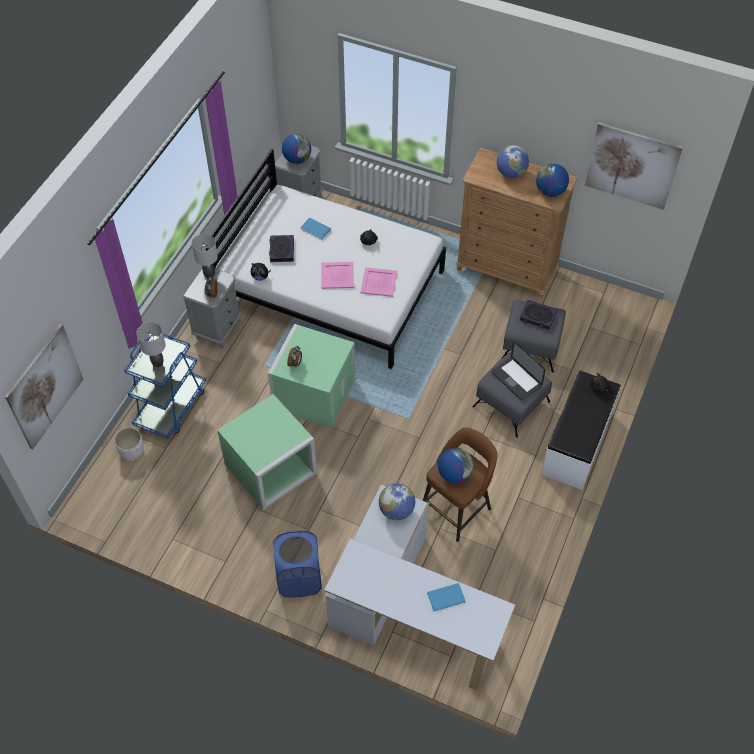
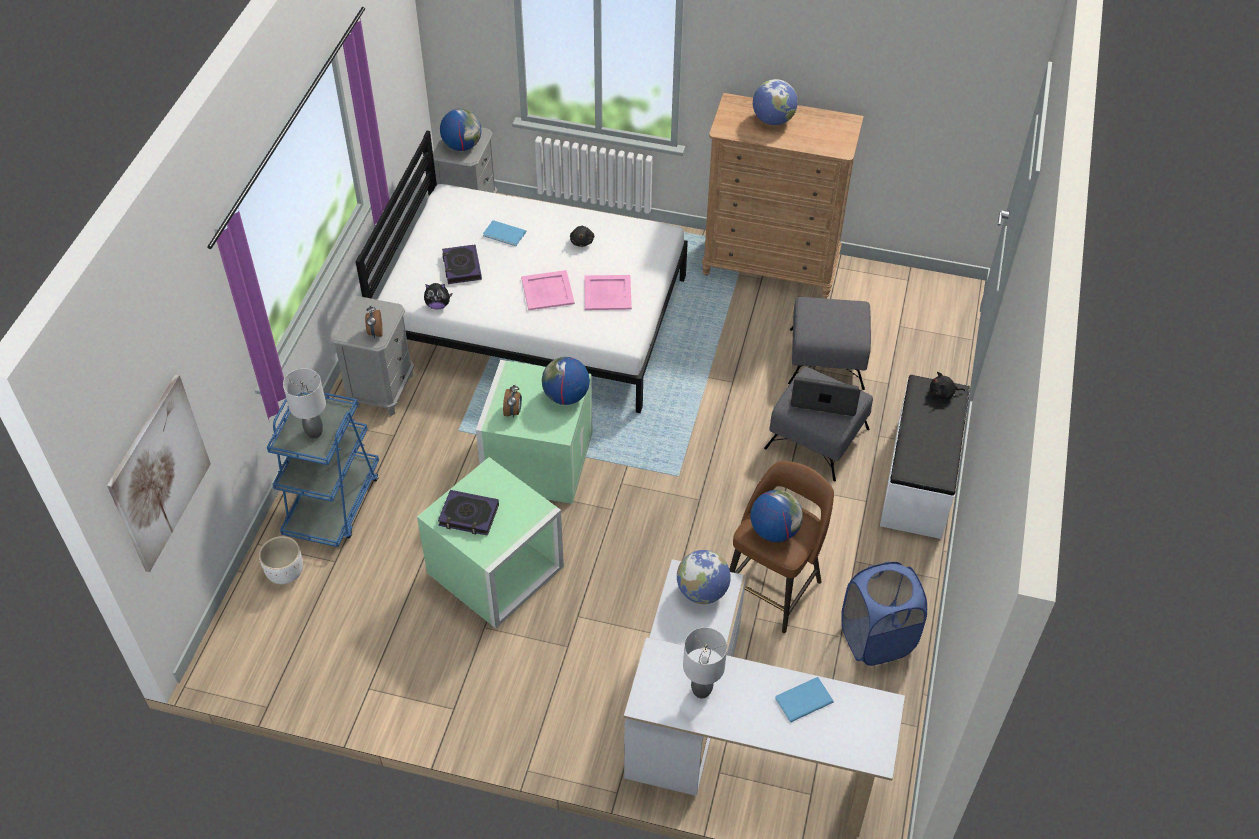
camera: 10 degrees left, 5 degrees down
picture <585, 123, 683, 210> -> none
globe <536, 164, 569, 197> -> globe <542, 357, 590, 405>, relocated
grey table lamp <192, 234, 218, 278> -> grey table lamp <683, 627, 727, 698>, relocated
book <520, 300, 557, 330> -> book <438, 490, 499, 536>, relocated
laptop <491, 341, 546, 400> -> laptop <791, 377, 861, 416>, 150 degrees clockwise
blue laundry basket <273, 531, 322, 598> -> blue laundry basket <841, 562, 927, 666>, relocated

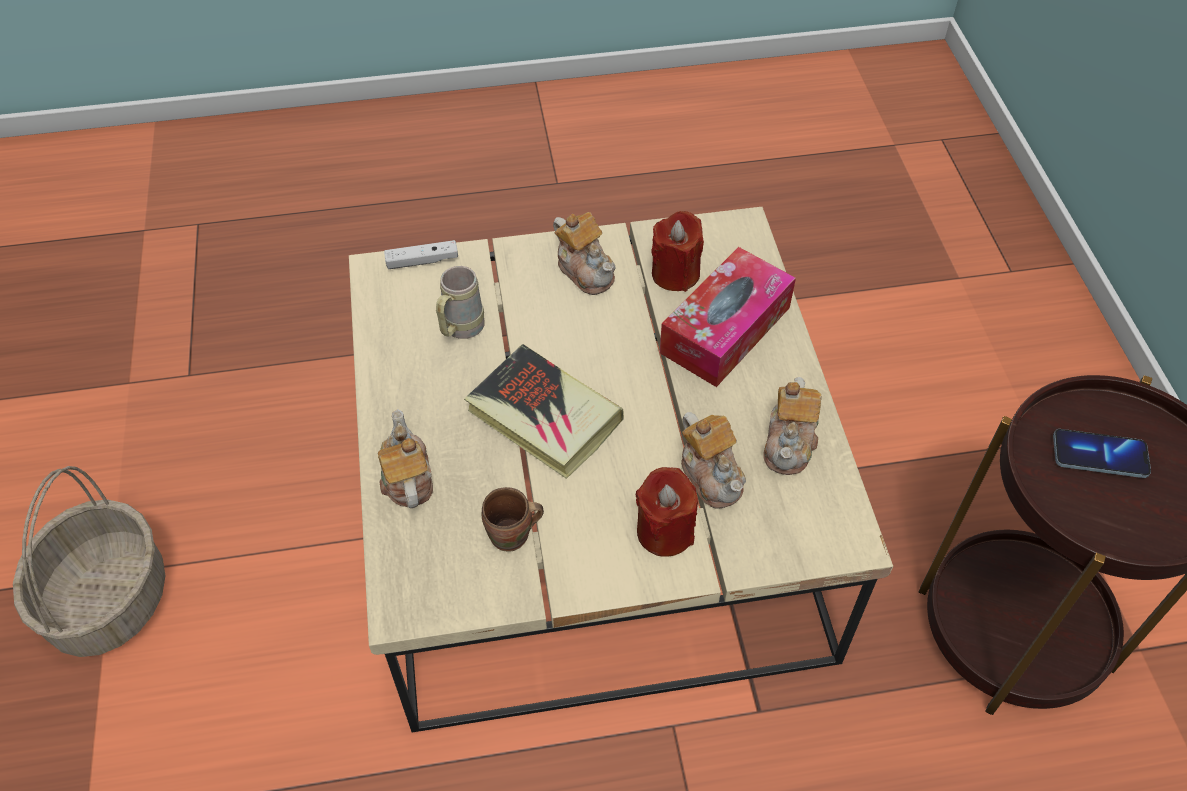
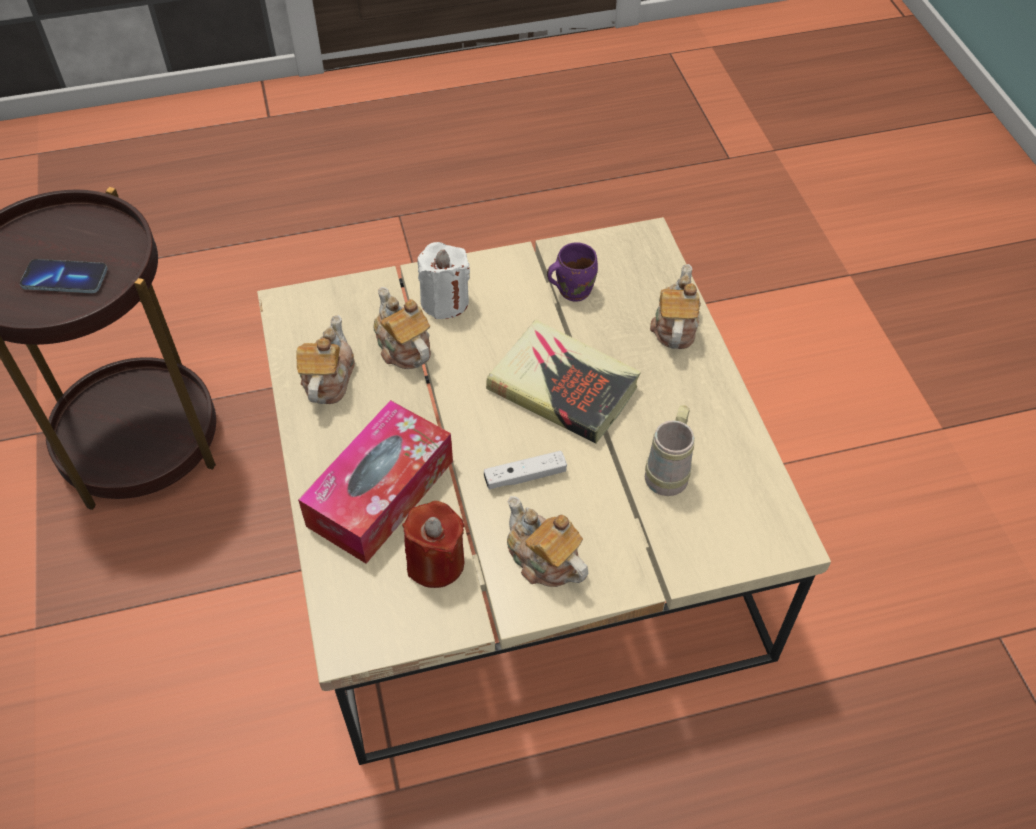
camera: 175 degrees right, 0 degrees up
white game controller <384, 240, 458, 269> -> white game controller <484, 451, 567, 490>, relocated
teapot <378, 409, 433, 508> -> teapot <650, 264, 701, 349>, 150 degrees counterclockwise
basket <13, 466, 165, 657> -> none
red candle <636, 467, 698, 557> -> white candle <417, 242, 470, 319>
brown mug <482, 487, 544, 552> -> purple mug <547, 243, 598, 302>

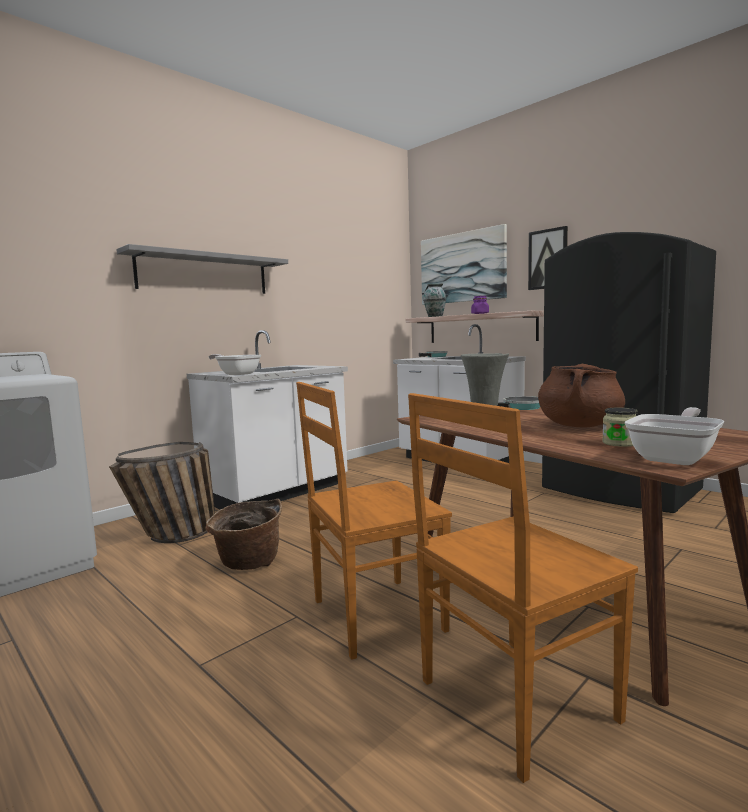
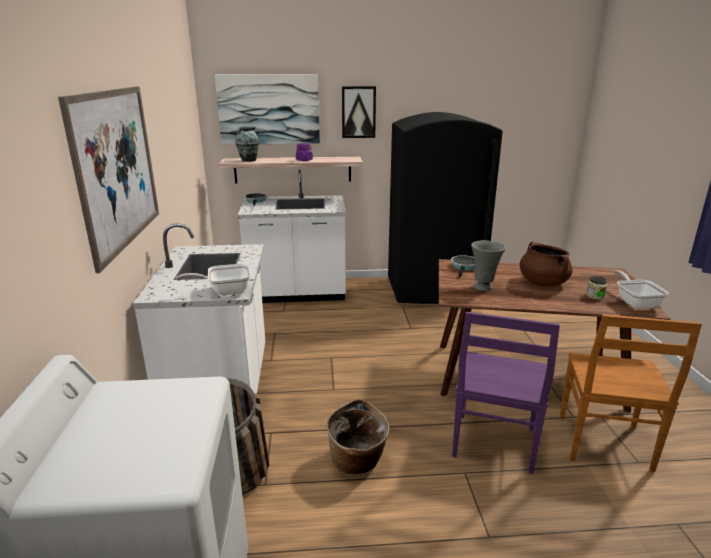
camera: 50 degrees left, 15 degrees up
grey shelf <116, 244, 288, 294> -> picture <58, 86, 159, 273>
brown chair <296, 382, 452, 660> -> purple chair <452, 312, 560, 474>

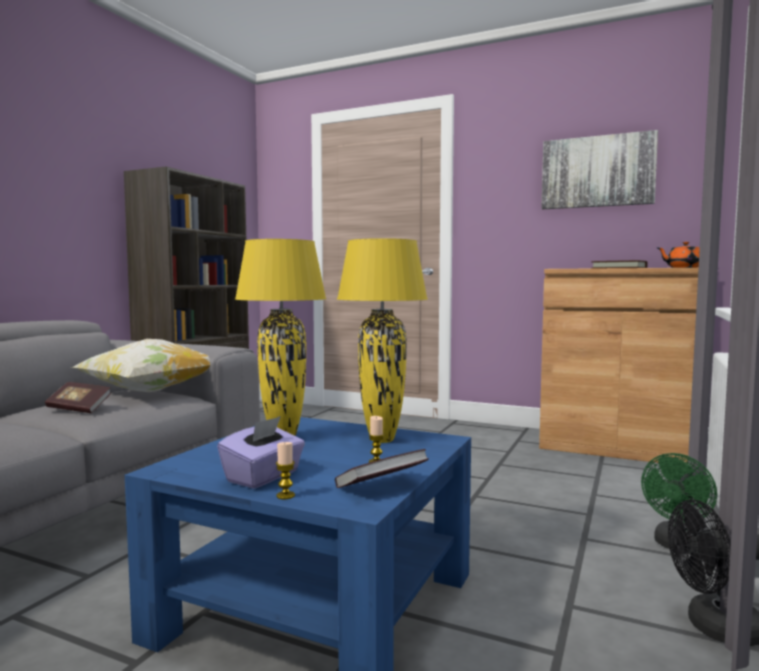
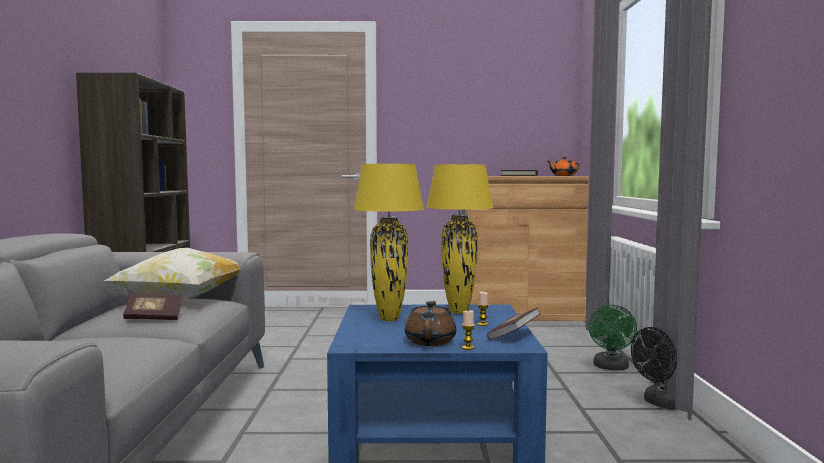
camera: 25 degrees left, 0 degrees up
picture <541, 130, 658, 209> -> none
purple tissue box <217, 416, 305, 489> -> brown teapot <405, 301, 456, 346>

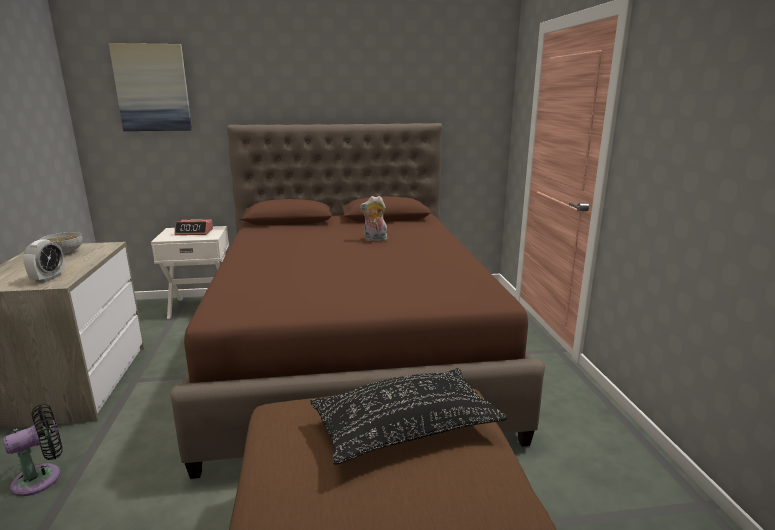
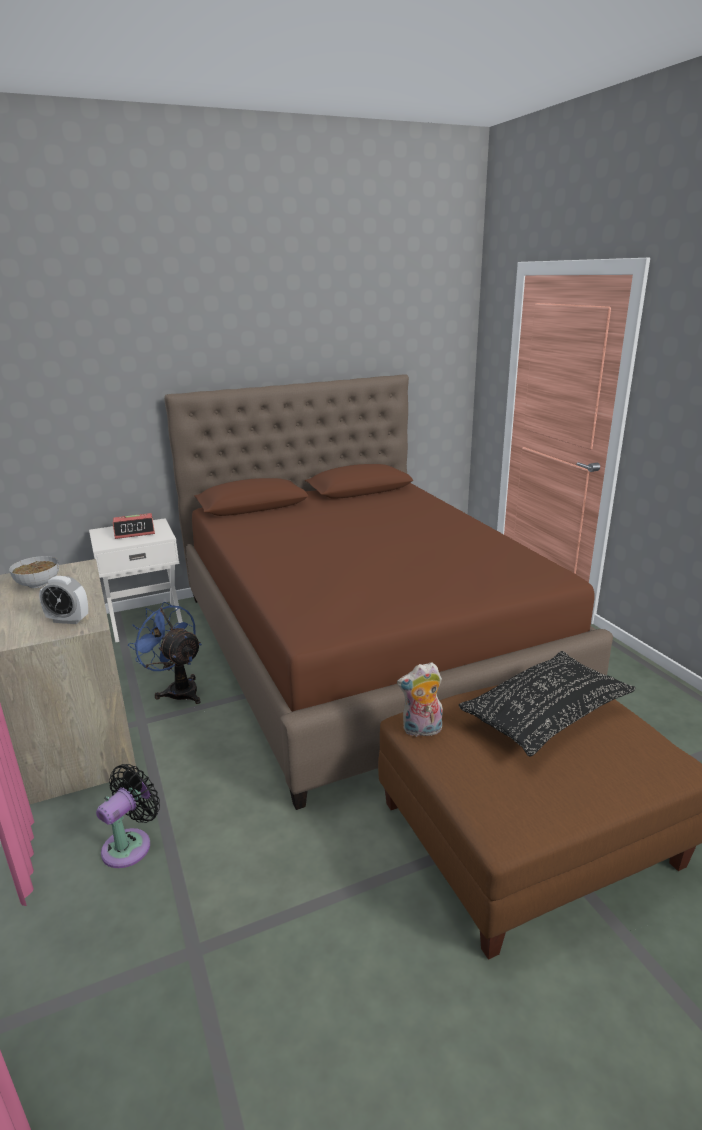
camera: 15 degrees left, 5 degrees up
picture <109, 43, 192, 131> -> none
plush toy <360, 196, 387, 241> -> plush toy <397, 662, 443, 737>, relocated
alarm clock <23, 239, 65, 282> -> alarm clock <39, 576, 88, 624>, 105 degrees clockwise
none -> blue fan <128, 602, 202, 704>

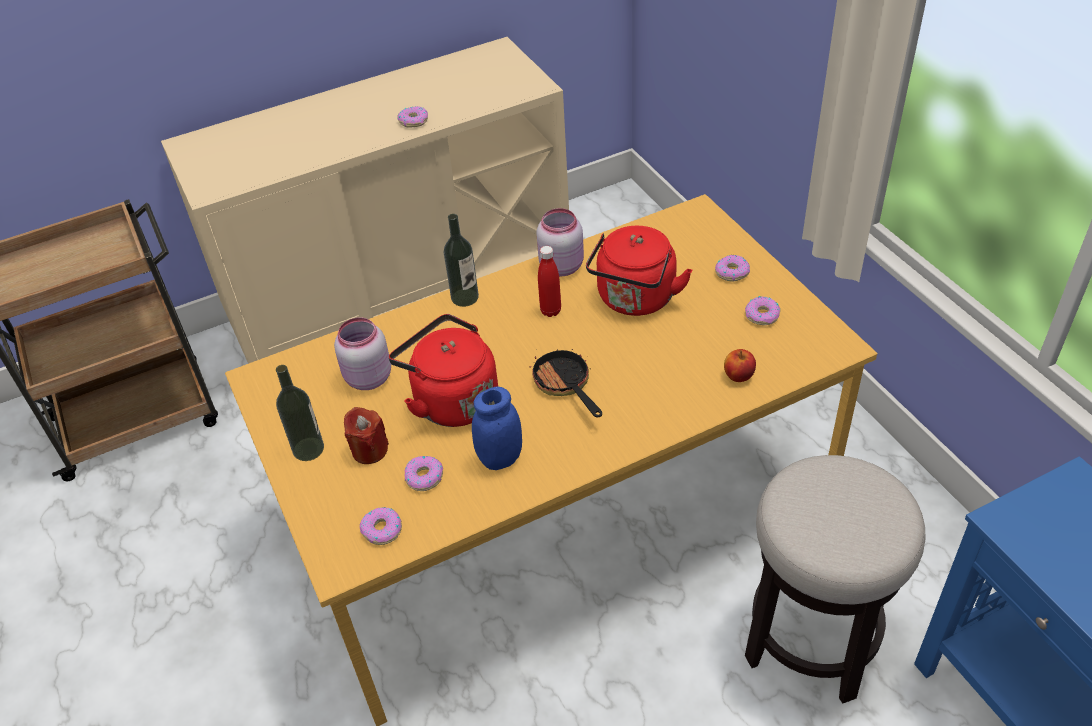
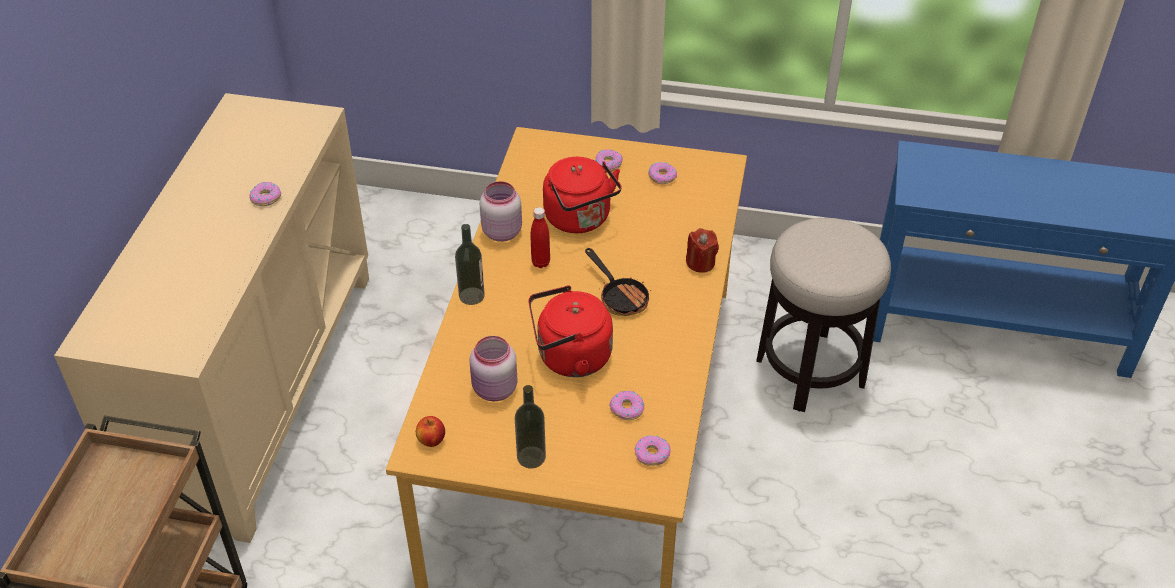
camera: 55 degrees left, 0 degrees up
frying pan <530, 349, 602, 418> -> frying pan <585, 248, 651, 316>, 135 degrees counterclockwise
apple <724, 349, 756, 382> -> apple <416, 416, 445, 447>, relocated
blue jar <472, 387, 522, 470> -> none
red candle <344, 407, 389, 464> -> red candle <686, 228, 719, 273>, relocated

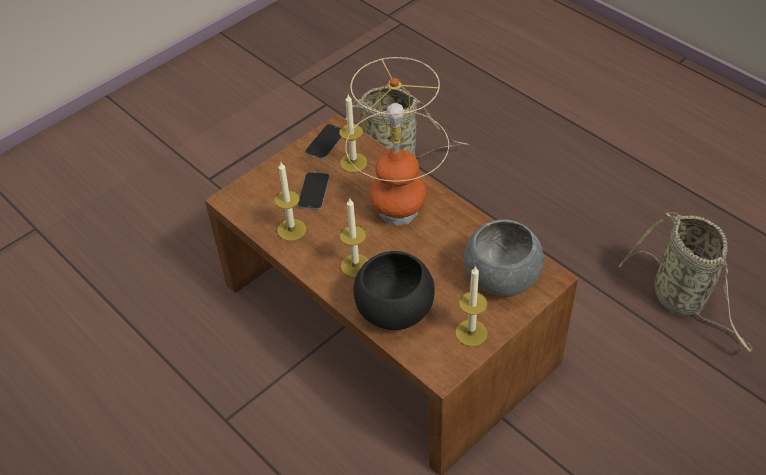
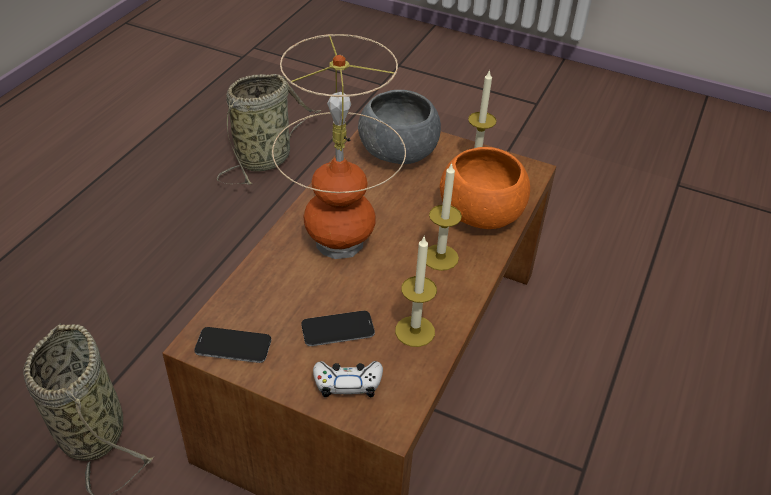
camera: 115 degrees left, 5 degrees down
candle <339, 95, 367, 173> -> none
black bowl <354, 251, 435, 330> -> orange bowl <440, 147, 530, 229>
none -> white game controller <313, 361, 383, 397>

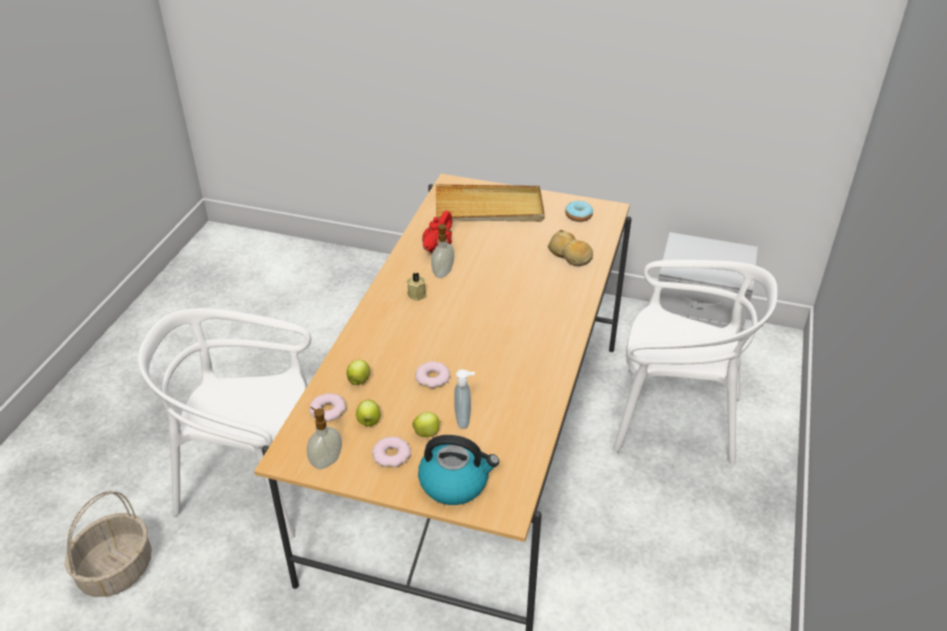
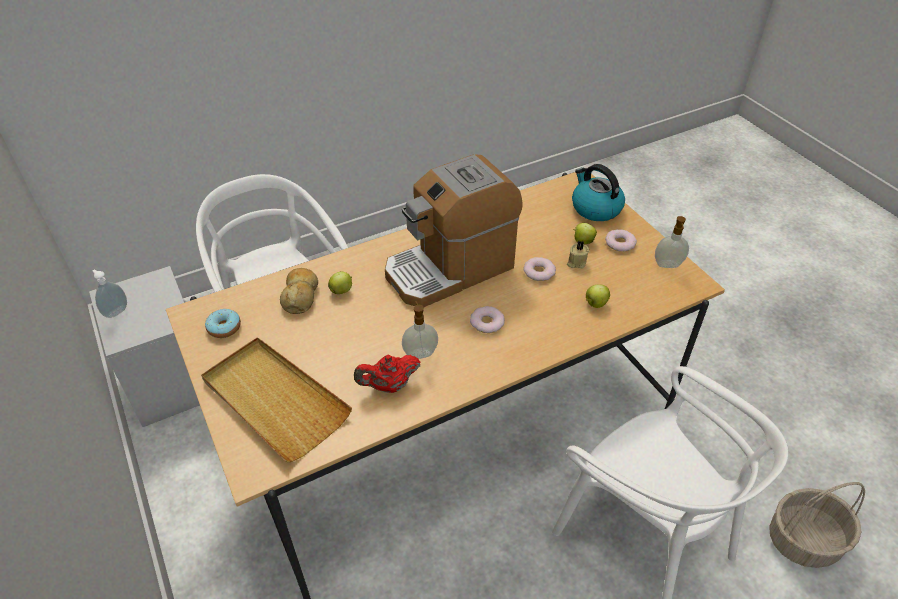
camera: 135 degrees left, 5 degrees up
beige candle <407, 272, 427, 301> -> beige candle <567, 241, 589, 268>, relocated
soap dispenser <454, 369, 475, 429> -> soap dispenser <92, 270, 127, 318>, relocated
donut <309, 393, 346, 421> -> donut <470, 306, 505, 333>, relocated
apple <356, 400, 380, 426> -> apple <328, 272, 352, 294>, relocated
none -> coffee machine <385, 154, 523, 307>

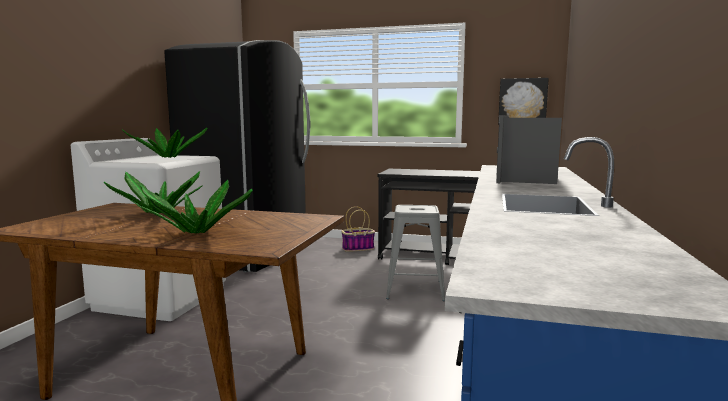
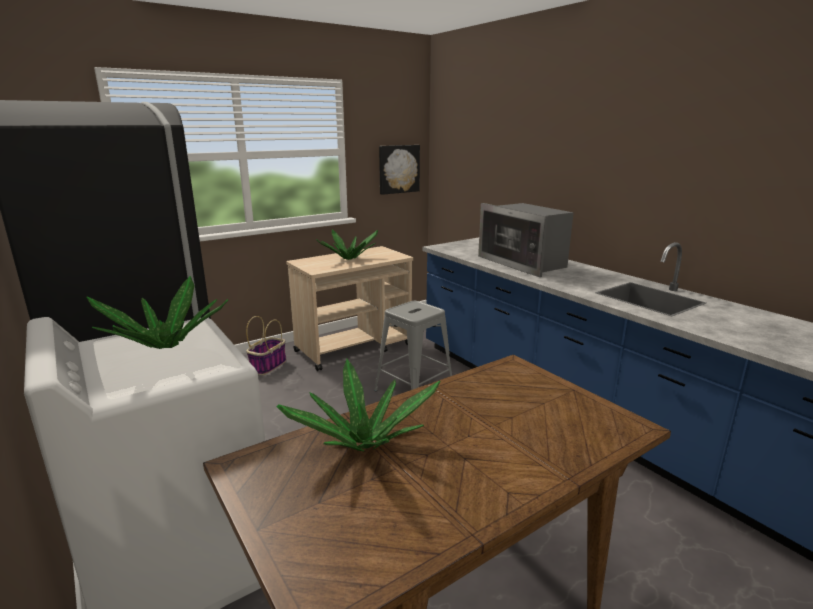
camera: 50 degrees left, 10 degrees up
black cart <378, 169, 480, 265> -> beige cart <286, 246, 413, 371>
potted plant <138, 180, 253, 234> -> potted plant <316, 229, 378, 260>, relocated

